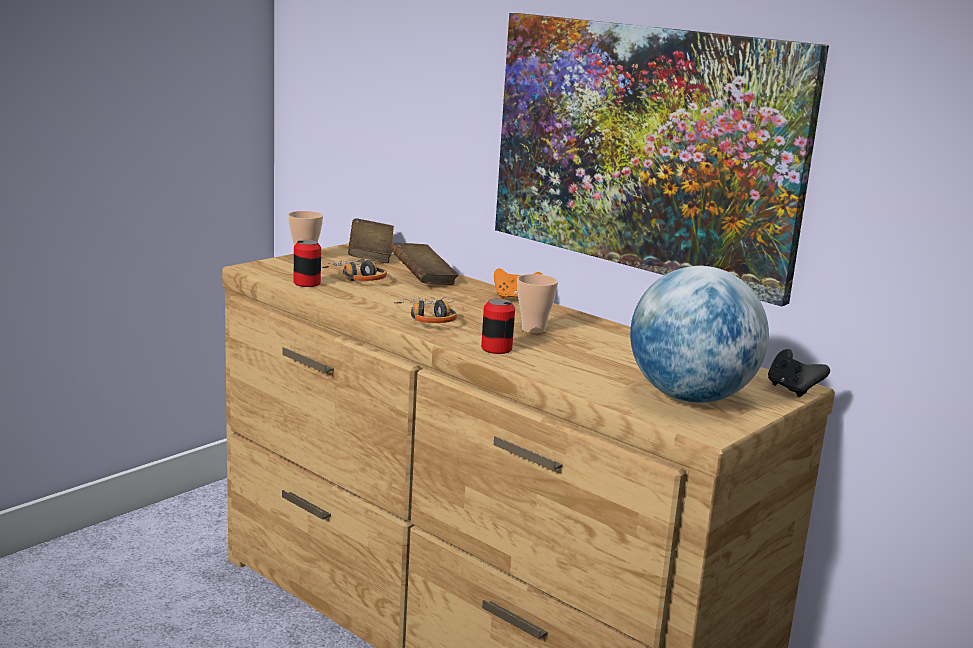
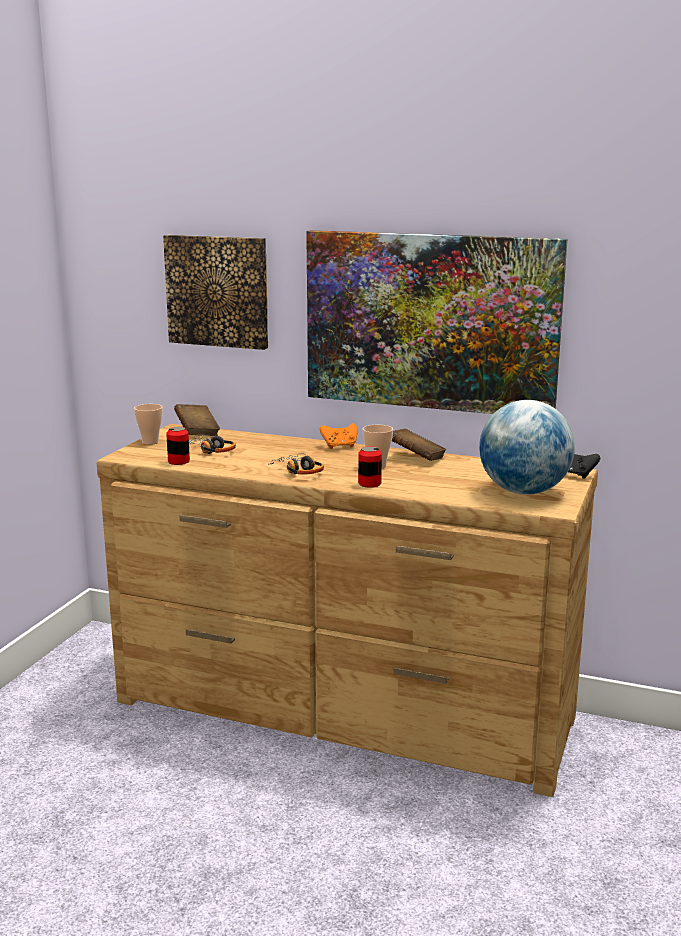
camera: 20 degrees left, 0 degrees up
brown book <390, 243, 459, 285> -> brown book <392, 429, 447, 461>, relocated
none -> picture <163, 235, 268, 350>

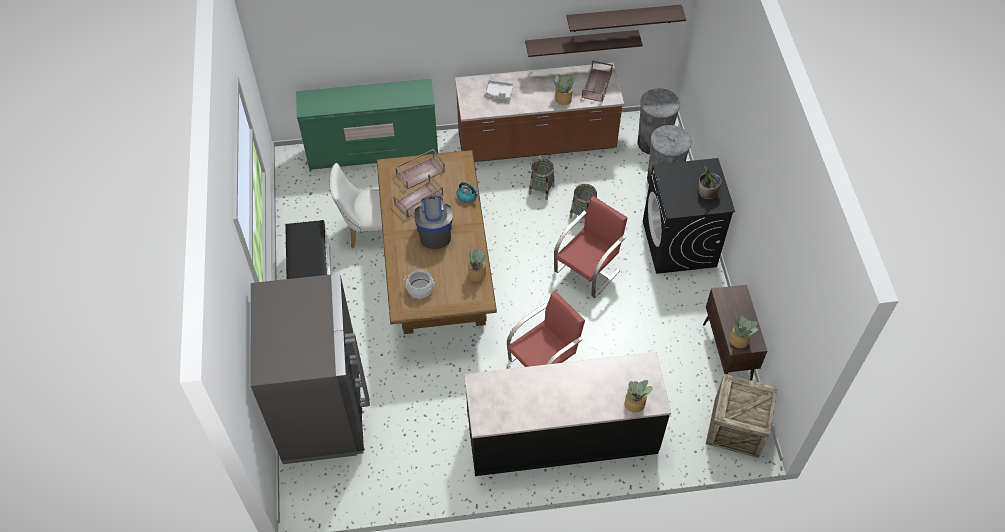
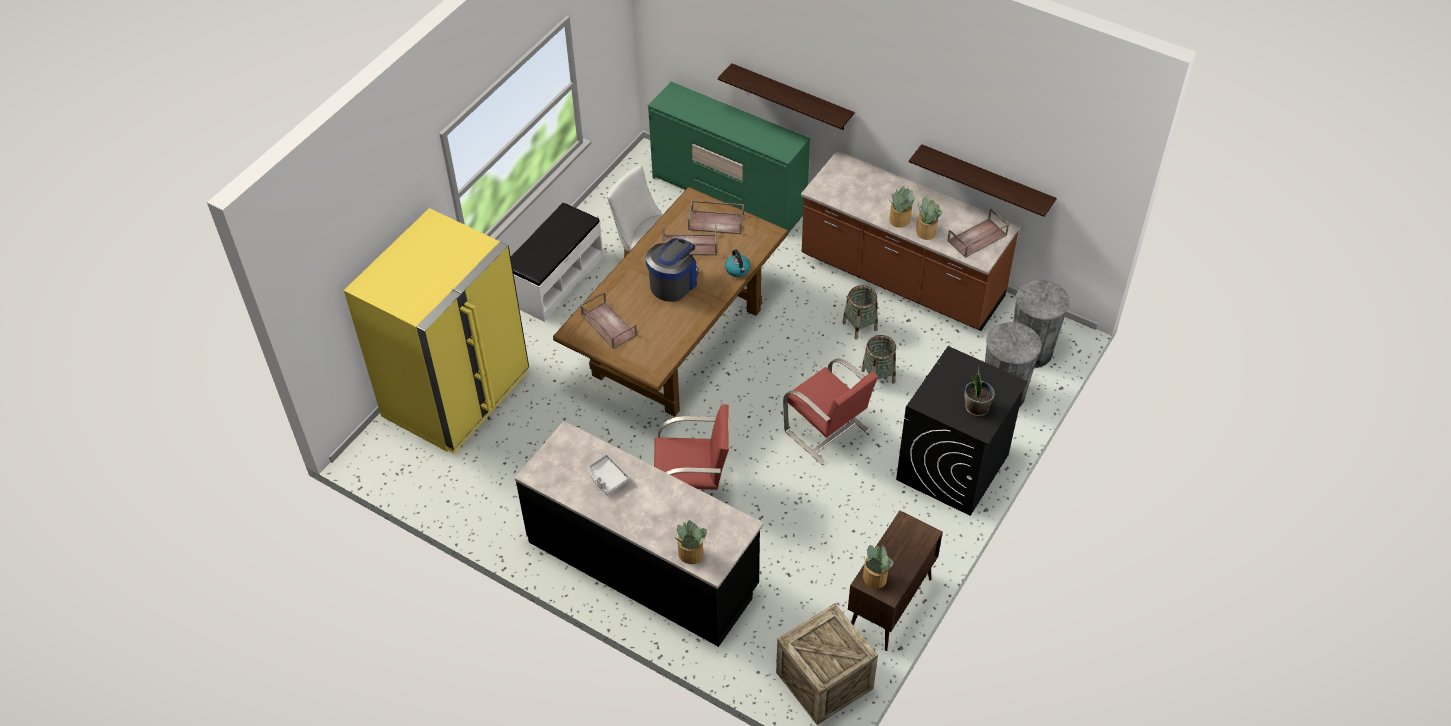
camera: 40 degrees right, 5 degrees down
shelf <566, 5, 686, 32> -> shelf <718, 63, 854, 130>, relocated
grey tray <485, 80, 514, 100> -> grey tray <589, 454, 630, 495>, relocated
red chair <554, 196, 628, 298> -> red chair <783, 358, 878, 465>, 60 degrees clockwise
potted plant <468, 248, 487, 282> -> potted plant <890, 186, 914, 228>, relocated
cooking pot <404, 270, 435, 298> -> brown tray <580, 292, 637, 349>
grey fridge <250, 274, 370, 464> -> yellow fridge <344, 208, 529, 454>

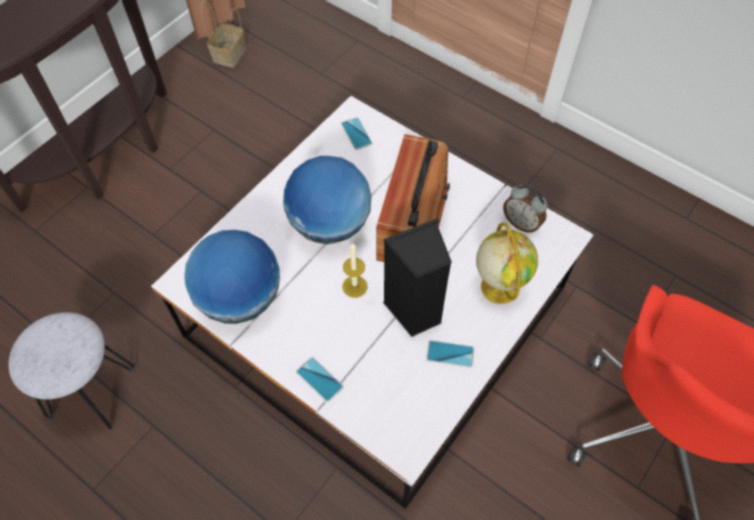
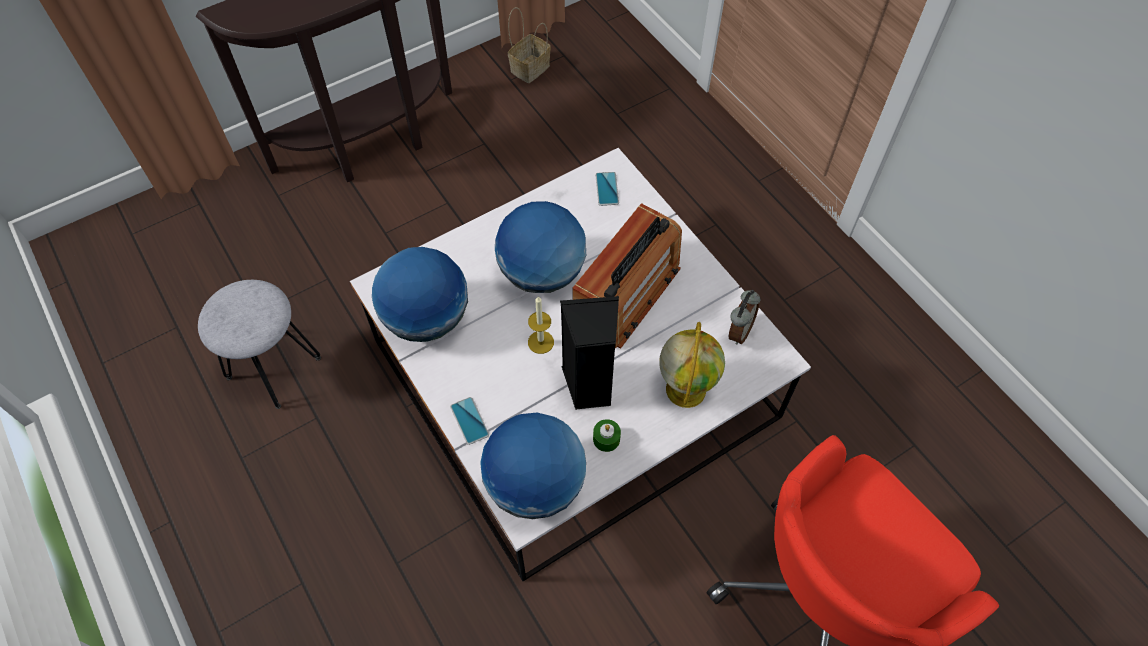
camera: 20 degrees right, 0 degrees up
alarm clock <503, 185, 548, 233> -> alarm clock <729, 290, 760, 345>, 120 degrees counterclockwise
phone <426, 340, 474, 368> -> green candle <593, 419, 621, 452>
none -> globe <480, 413, 586, 519>

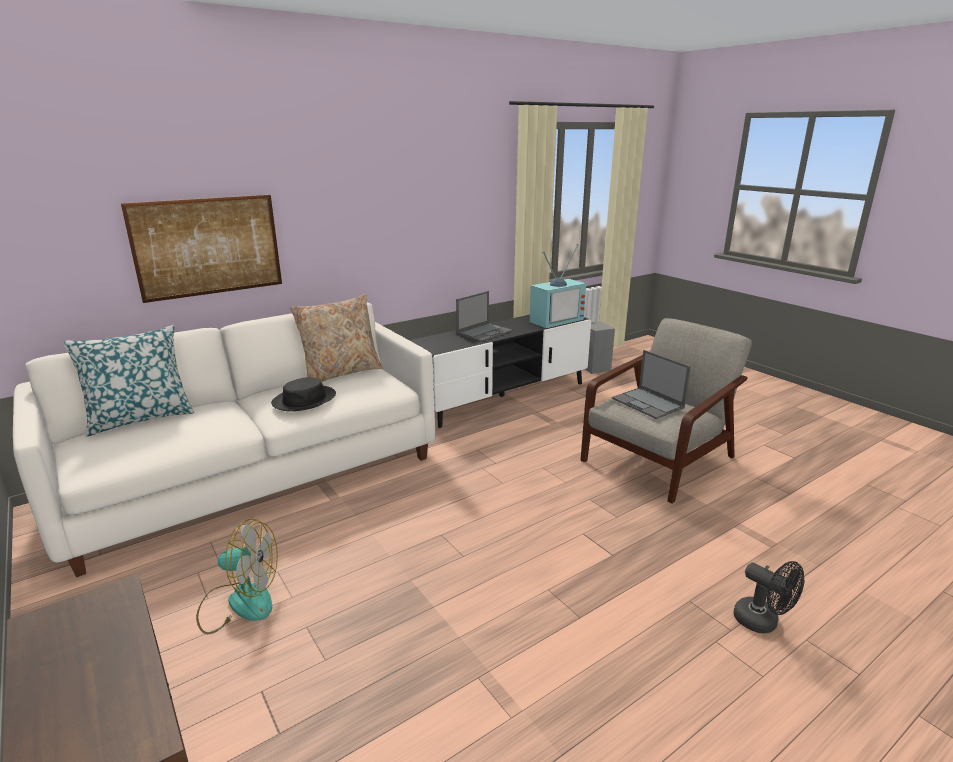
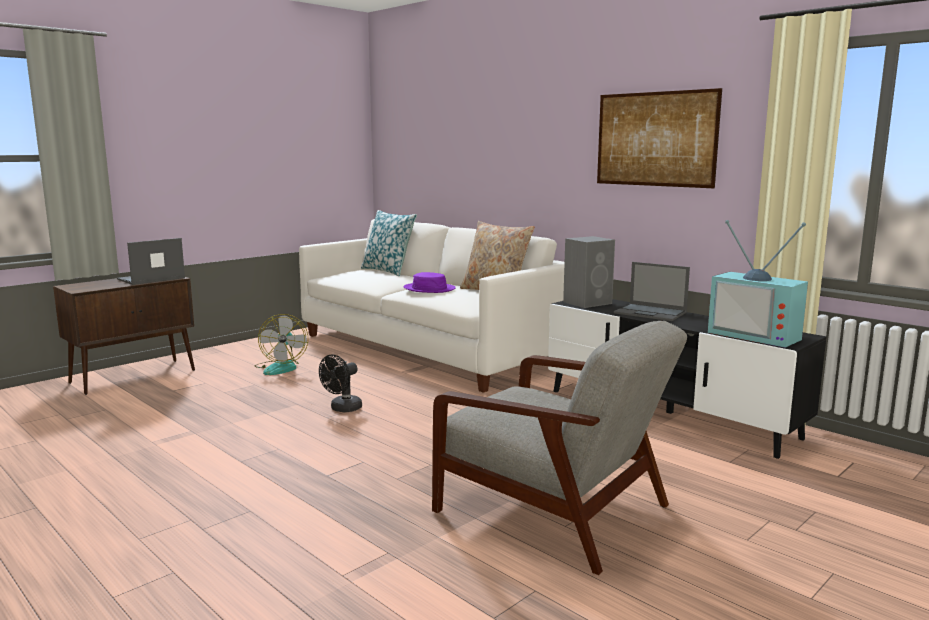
camera: 80 degrees right, 10 degrees down
picture <121, 195, 282, 303> -> picture <597, 88, 722, 188>, relocated
grey speaker <585, 321, 615, 374> -> grey speaker <563, 236, 615, 308>, relocated
laptop <612, 350, 691, 419> -> laptop <117, 238, 185, 285>, relocated
black hat <271, 377, 336, 411> -> purple hat <404, 272, 456, 293>
black fan <734, 561, 804, 633> -> black fan <319, 354, 362, 412>, relocated

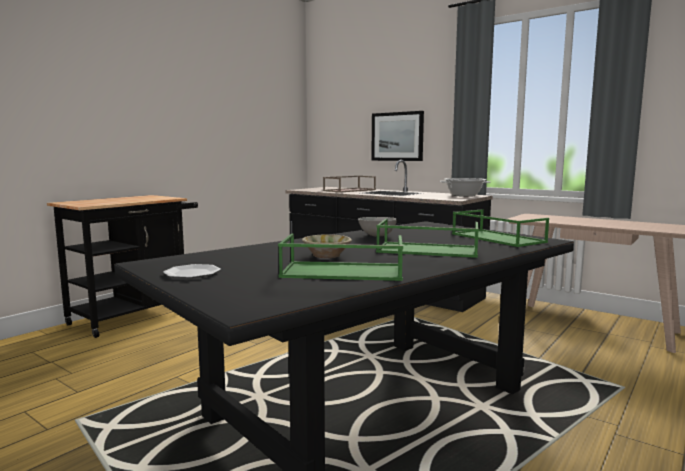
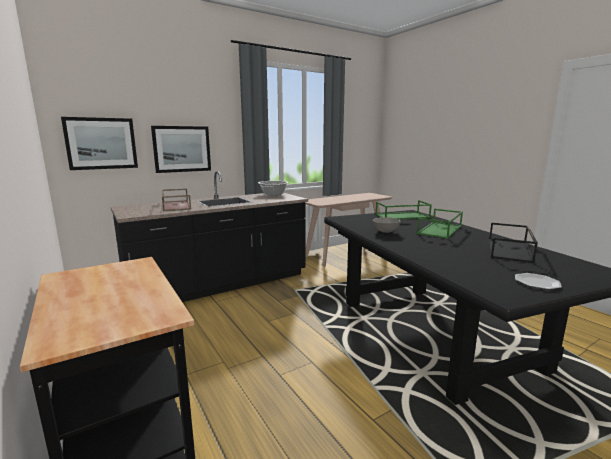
camera: 70 degrees left, 5 degrees up
green tray <278, 234, 403, 281> -> black tray <489, 223, 538, 263>
beige bowl <302, 234, 352, 258> -> none
none -> picture <61, 117, 138, 170>

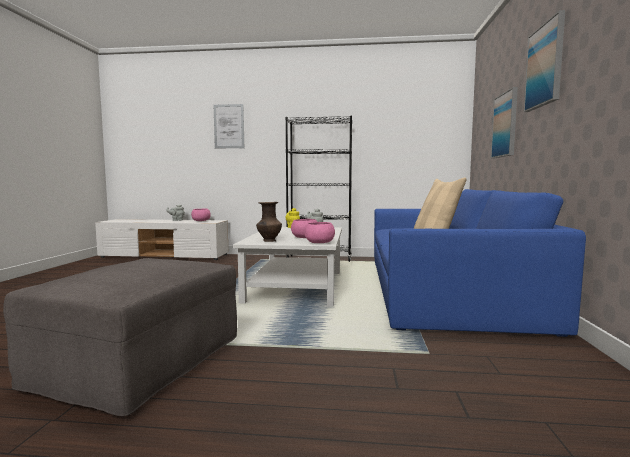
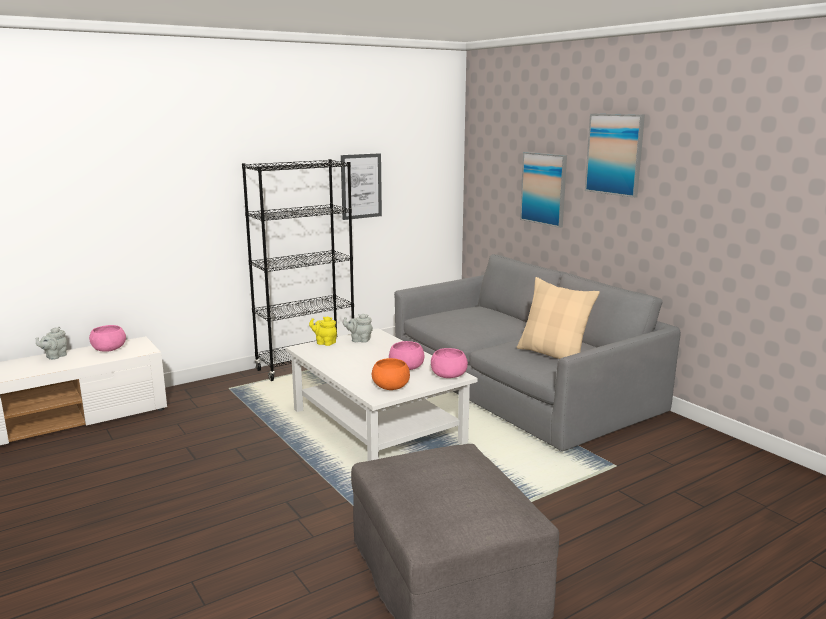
camera: 40 degrees left, 10 degrees up
picture <214, 104, 244, 148> -> picture <341, 153, 382, 220>, relocated
blue sofa <374, 189, 586, 337> -> grey sofa <394, 254, 681, 451>
brown vase <256, 202, 282, 242> -> orange bowl <372, 358, 410, 390>

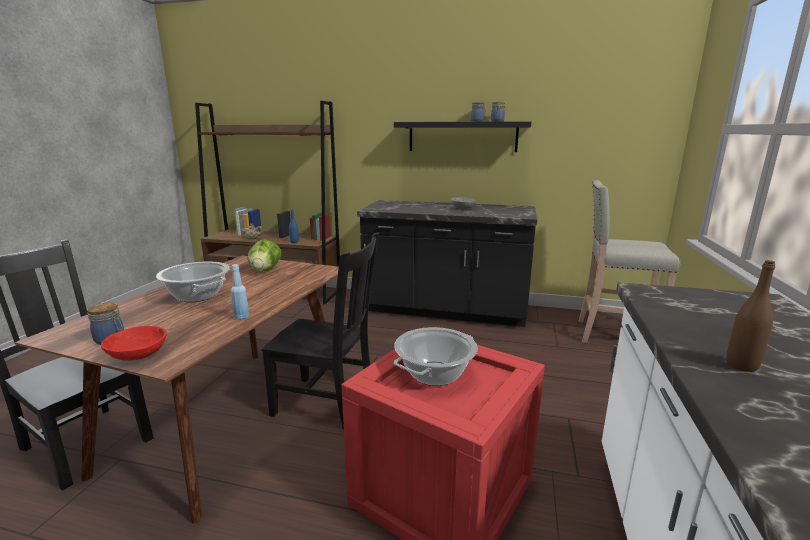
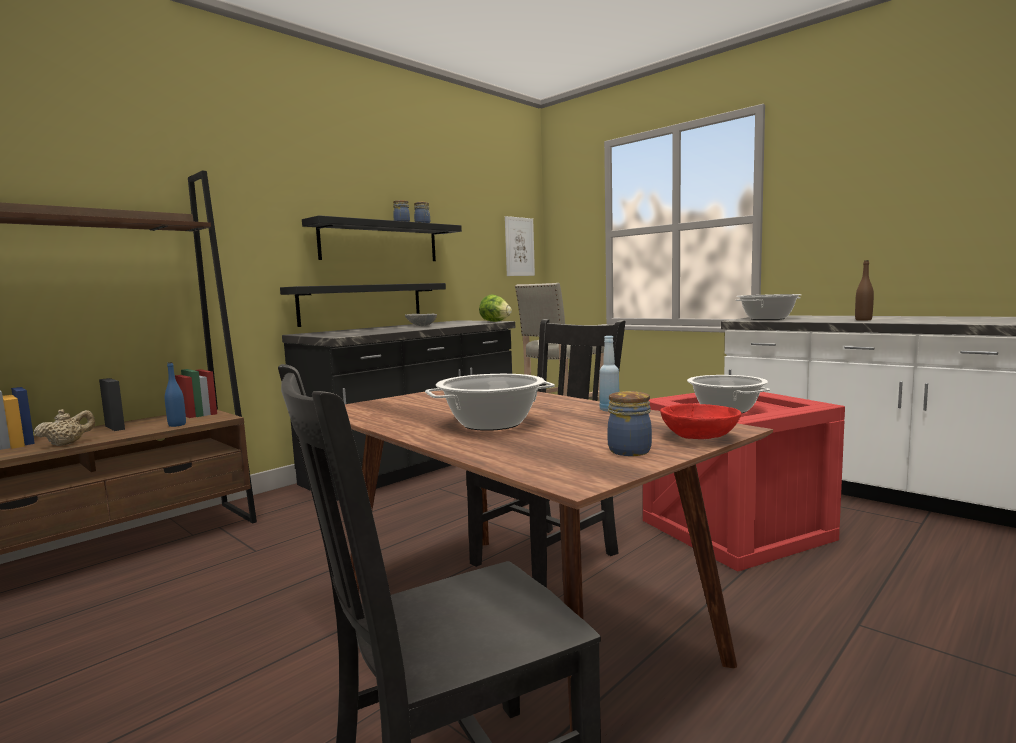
camera: 60 degrees left, 10 degrees down
lettuce <248, 239, 282, 272> -> lettuce <479, 295, 512, 322>, relocated
none -> picture <505, 216, 535, 276>
none -> black shelf <280, 283, 446, 327>
none -> cooking pot <735, 294, 801, 320>

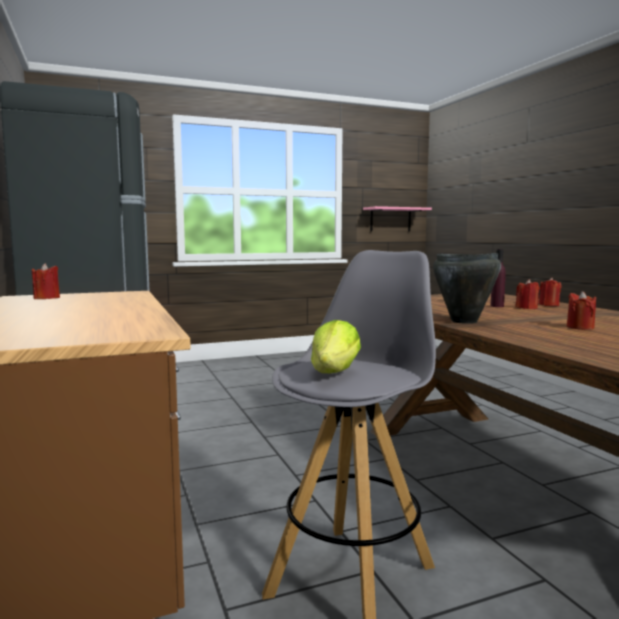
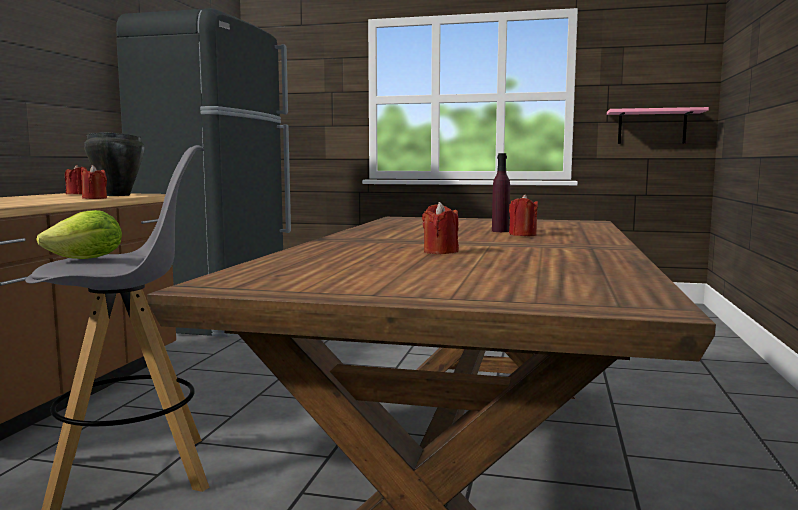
camera: 35 degrees right, 0 degrees up
black cooking pot <433, 253, 501, 324> -> black cooking pot <84, 132, 145, 196>, relocated
red candle <539, 278, 561, 306> -> red candle <81, 165, 107, 199>, relocated

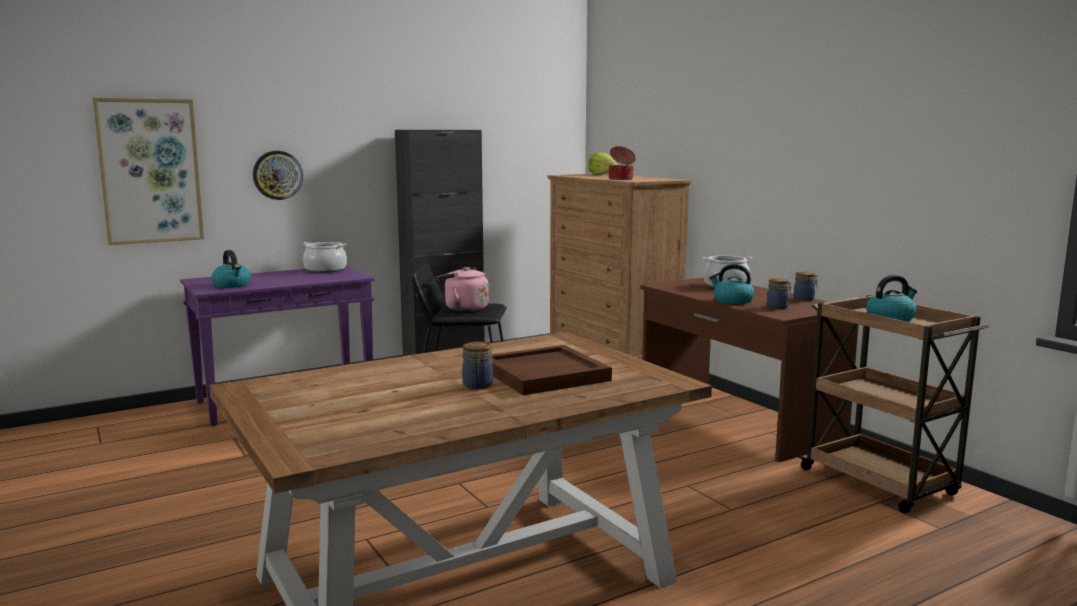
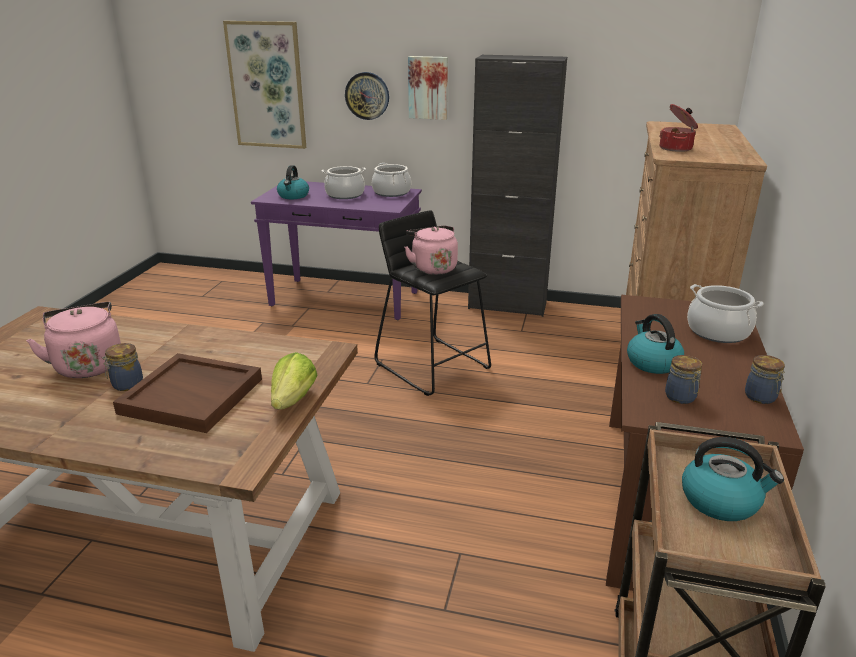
camera: 45 degrees right, 15 degrees up
lettuce <588, 152, 617, 175> -> lettuce <271, 352, 318, 410>, relocated
none -> picture <408, 56, 448, 120>
none -> cooking pot <322, 166, 366, 199>
none -> pink kettle <26, 302, 121, 378>

